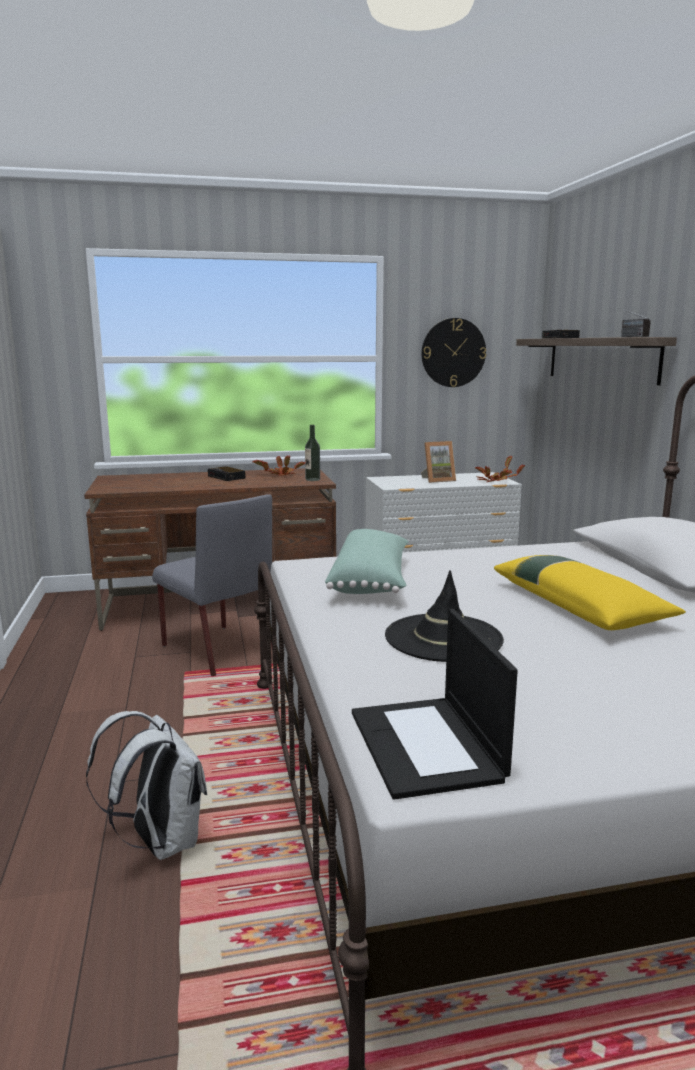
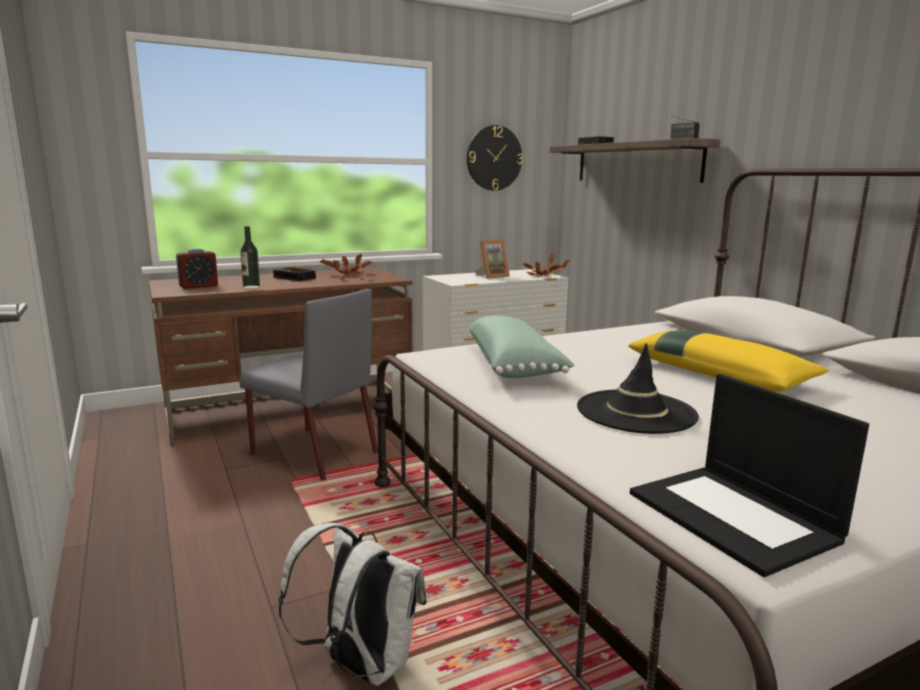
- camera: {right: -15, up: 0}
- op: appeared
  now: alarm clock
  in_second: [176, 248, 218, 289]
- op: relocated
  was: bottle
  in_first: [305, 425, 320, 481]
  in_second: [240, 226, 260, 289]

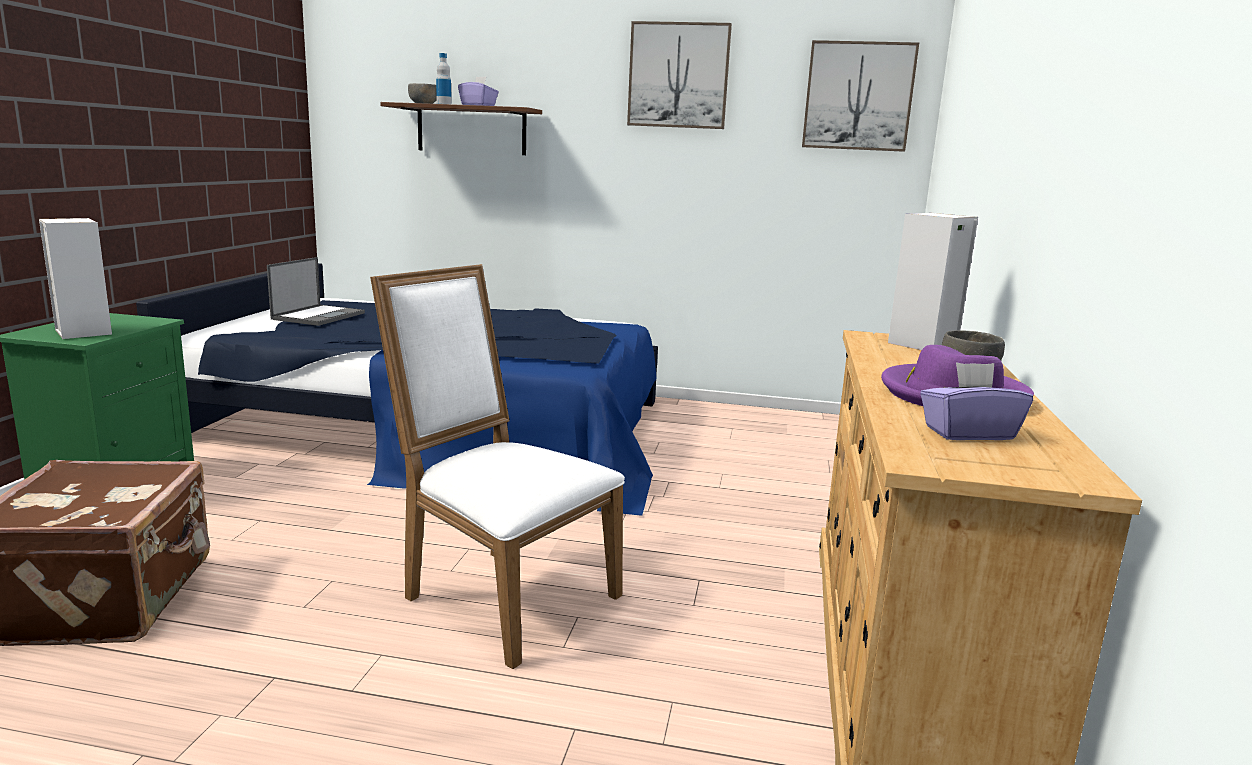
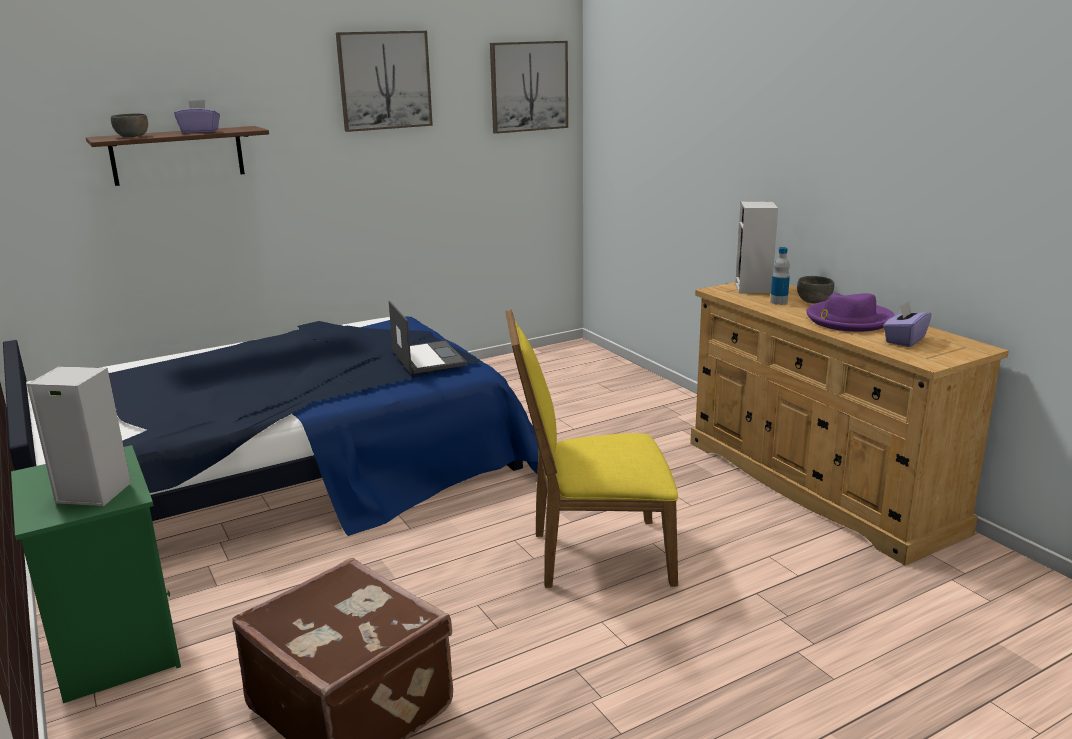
- camera: {right: -40, up: 5}
- op: relocated
  was: laptop
  in_first: [267, 257, 365, 326]
  in_second: [389, 301, 467, 374]
- op: relocated
  was: bottle
  in_first: [436, 53, 451, 104]
  in_second: [770, 247, 790, 305]
- op: colour
  was: chair (white)
  now: chair (yellow)
  in_first: [370, 264, 625, 669]
  in_second: [505, 309, 678, 588]

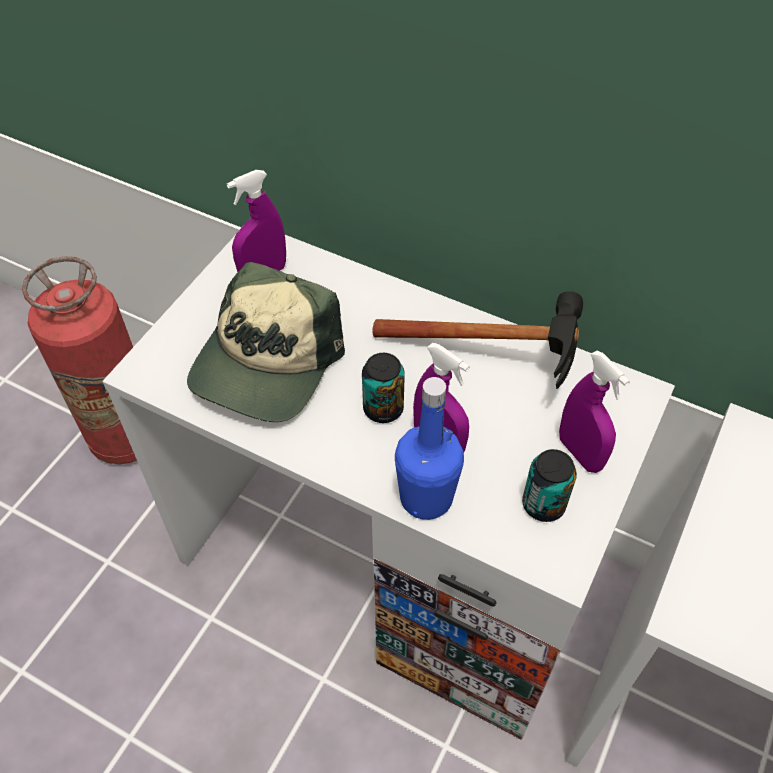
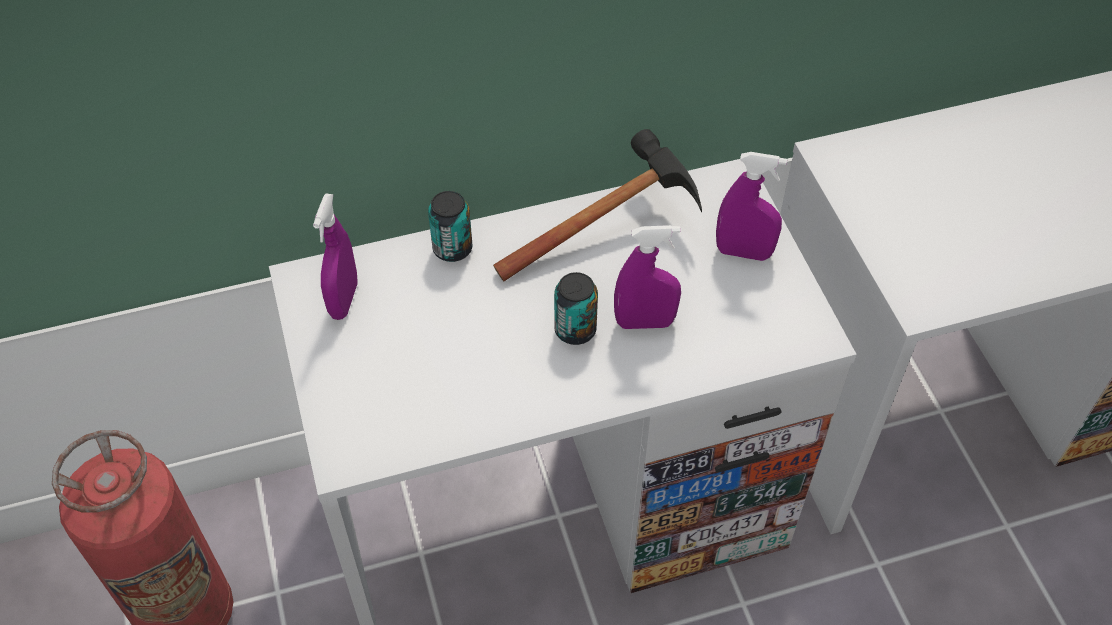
- camera: {right: -45, up: 0}
- op: missing
  was: cap
  in_first: [187, 262, 345, 422]
- op: missing
  was: bottle (blue)
  in_first: [395, 377, 464, 520]
- op: relocated
  was: can
  in_first: [522, 449, 577, 522]
  in_second: [428, 191, 473, 262]

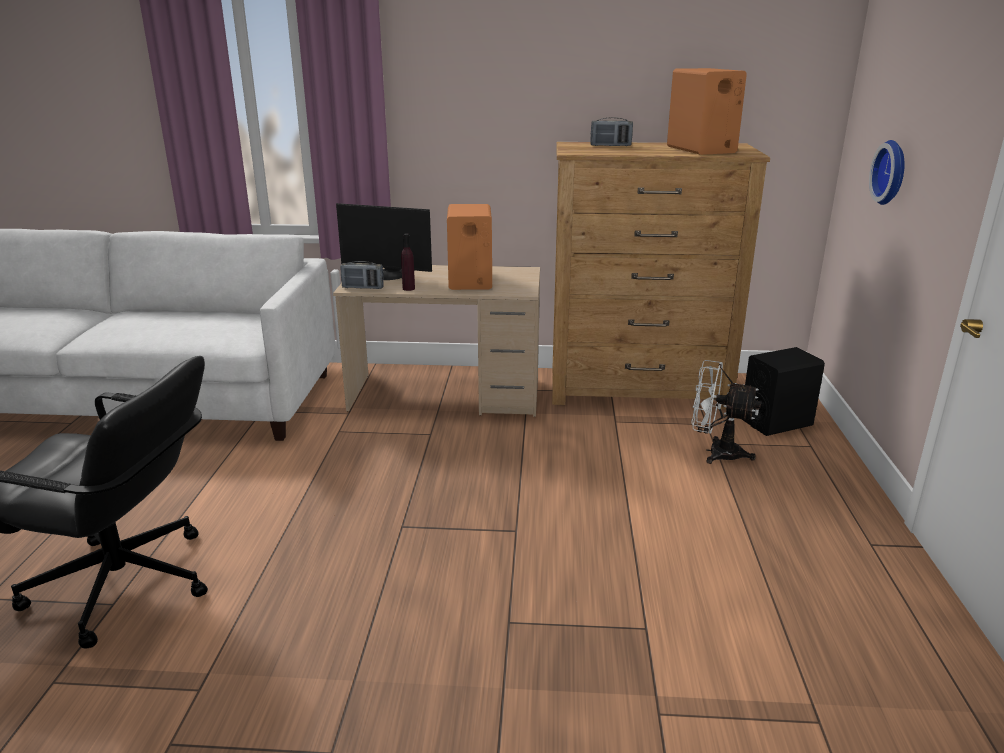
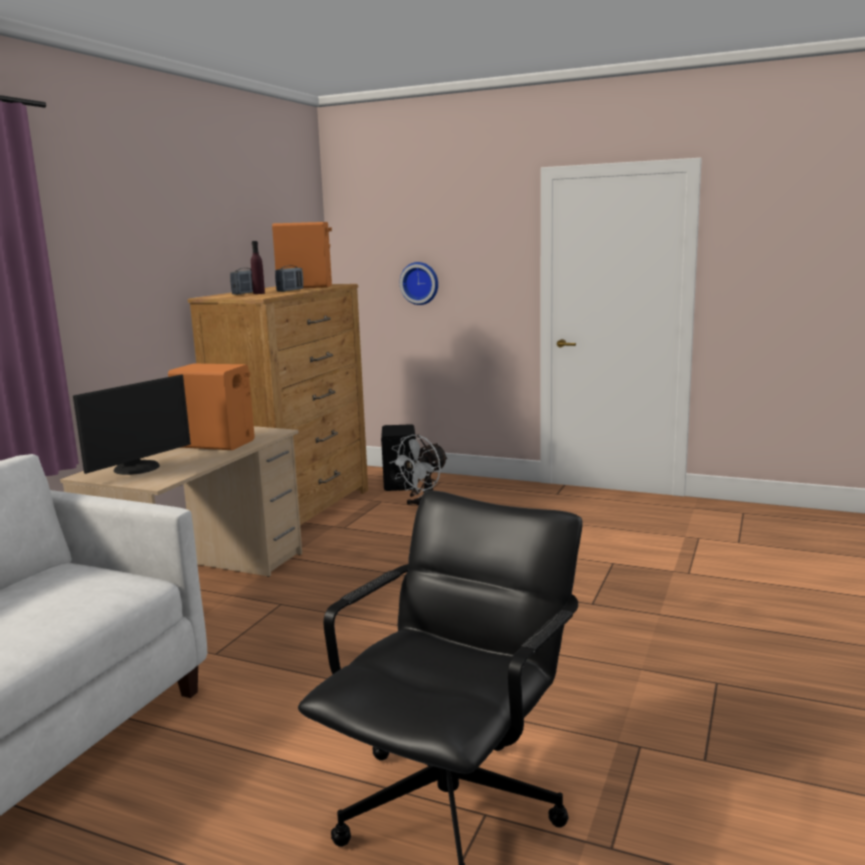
- camera: {right: -70, up: -10}
- op: relocated
  was: radio
  in_first: [340, 261, 384, 289]
  in_second: [275, 265, 303, 292]
- op: relocated
  was: bottle (purple)
  in_first: [401, 234, 415, 291]
  in_second: [251, 241, 265, 294]

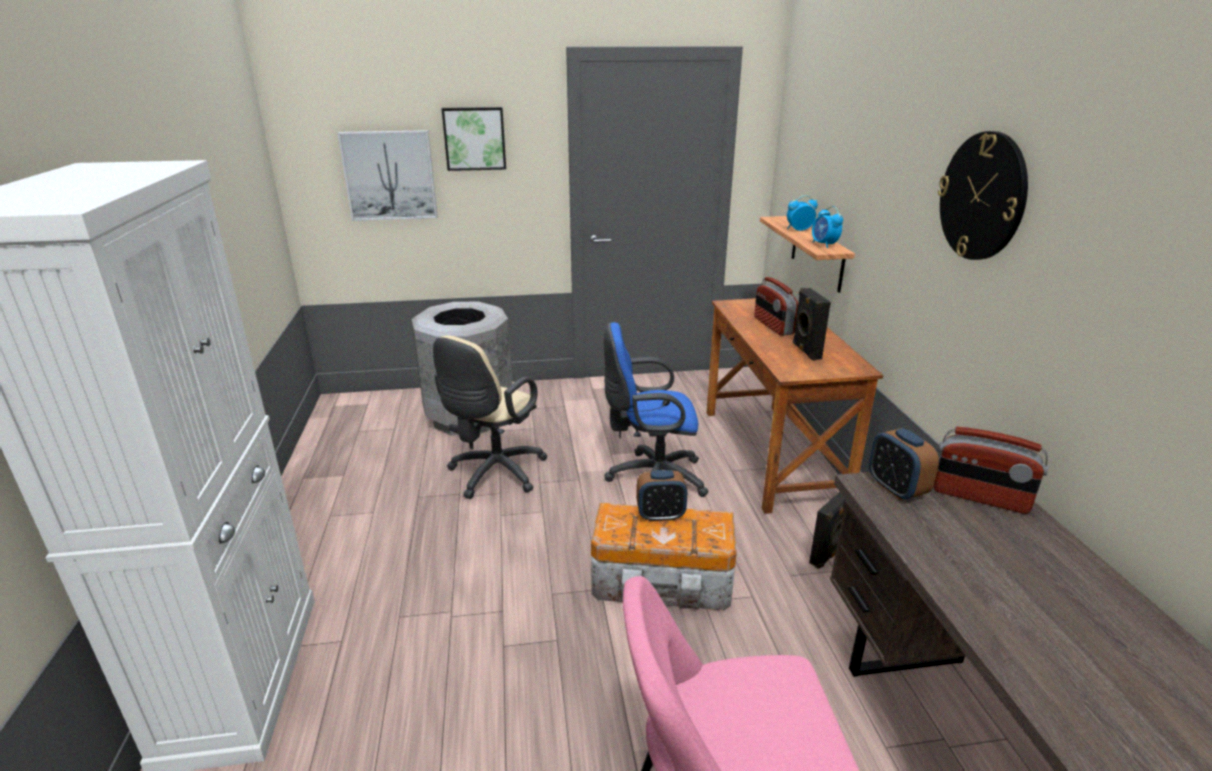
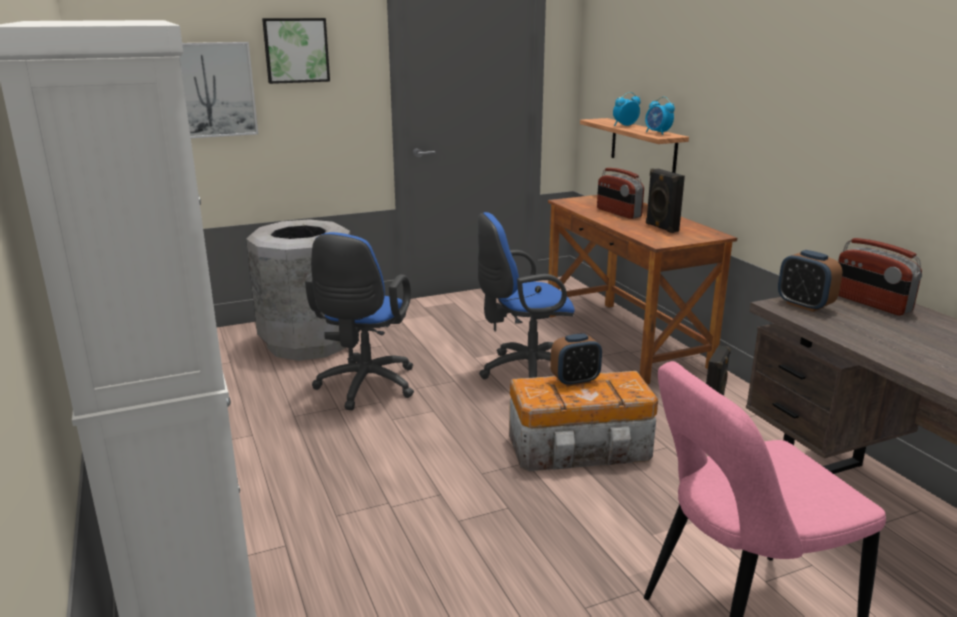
- camera: {right: -15, up: -5}
- op: missing
  was: wall clock
  in_first: [938, 131, 1028, 260]
- op: colour
  was: office chair (beige)
  now: office chair (blue)
  in_first: [433, 335, 548, 499]
  in_second: [305, 232, 414, 410]
- op: spun
  was: radio
  in_first: [934, 427, 1049, 514]
  in_second: [838, 238, 922, 316]
  clockwise: 45

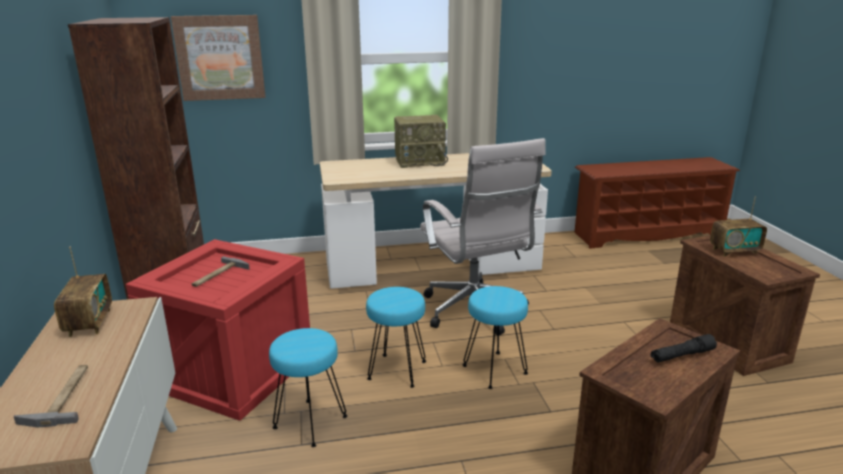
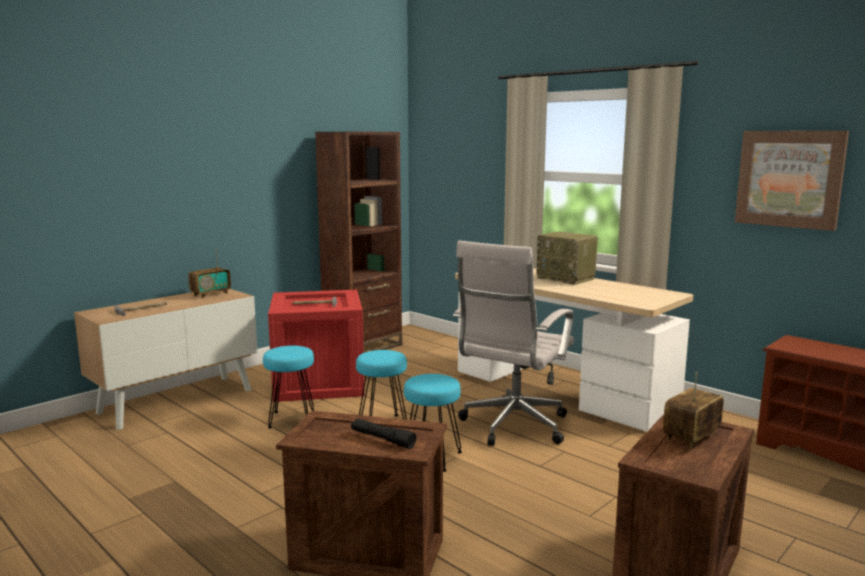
- camera: {right: 55, up: -10}
- op: relocated
  was: picture
  in_first: [171, 15, 266, 101]
  in_second: [735, 131, 849, 231]
- op: spun
  was: radio
  in_first: [710, 196, 767, 257]
  in_second: [663, 372, 724, 449]
  clockwise: 90

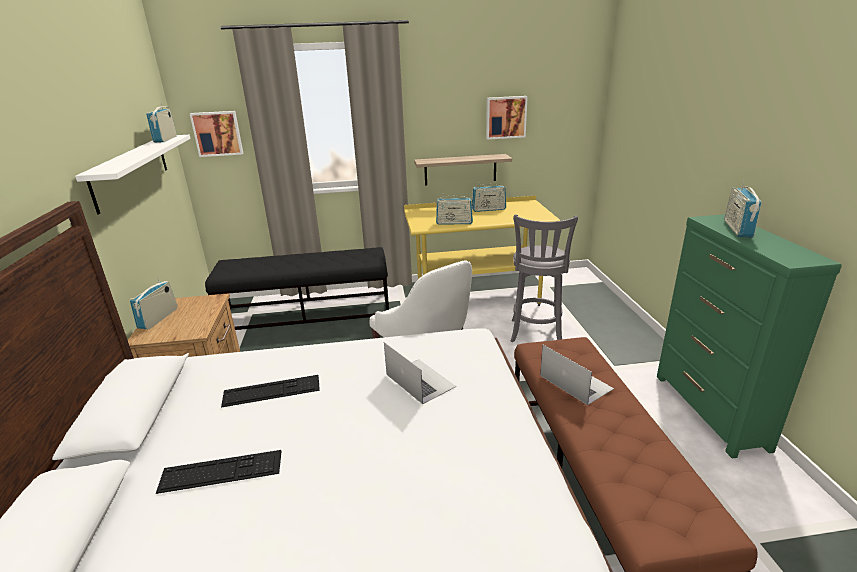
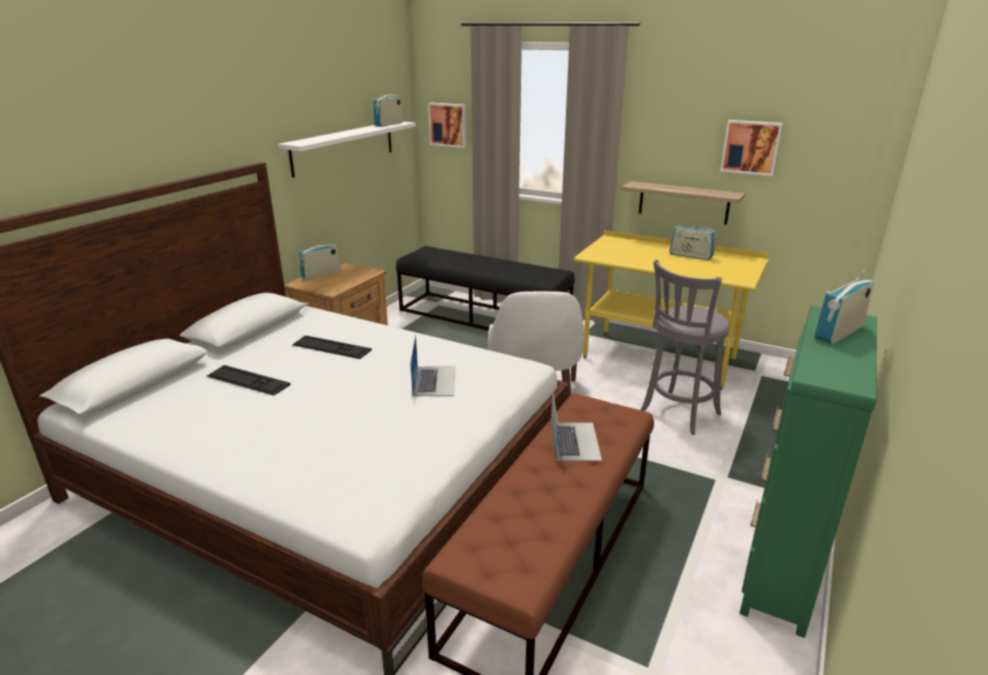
- camera: {right: 35, up: 0}
- op: missing
  was: radio
  in_first: [436, 193, 473, 225]

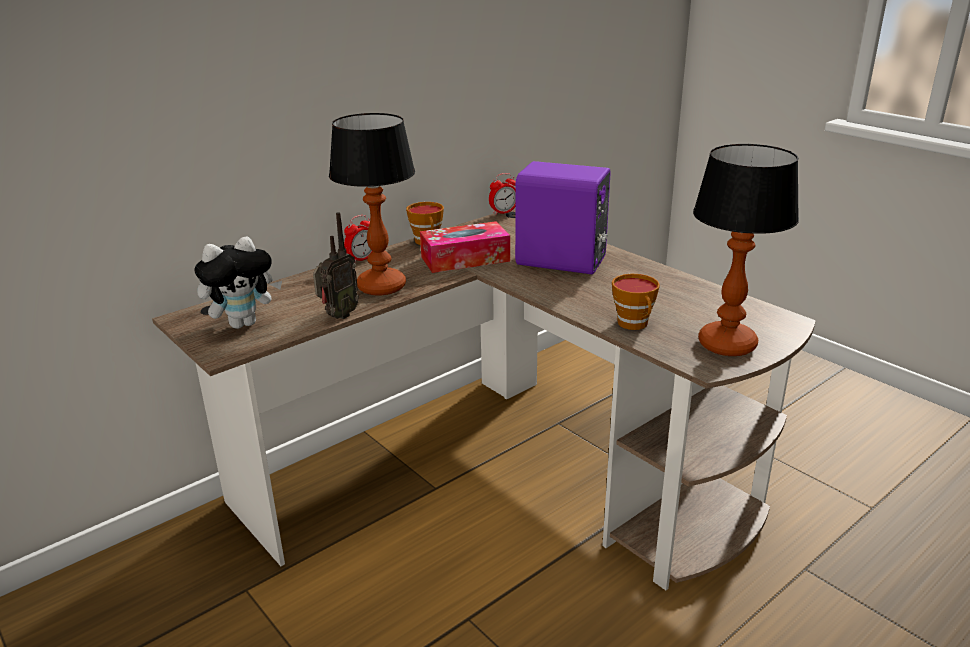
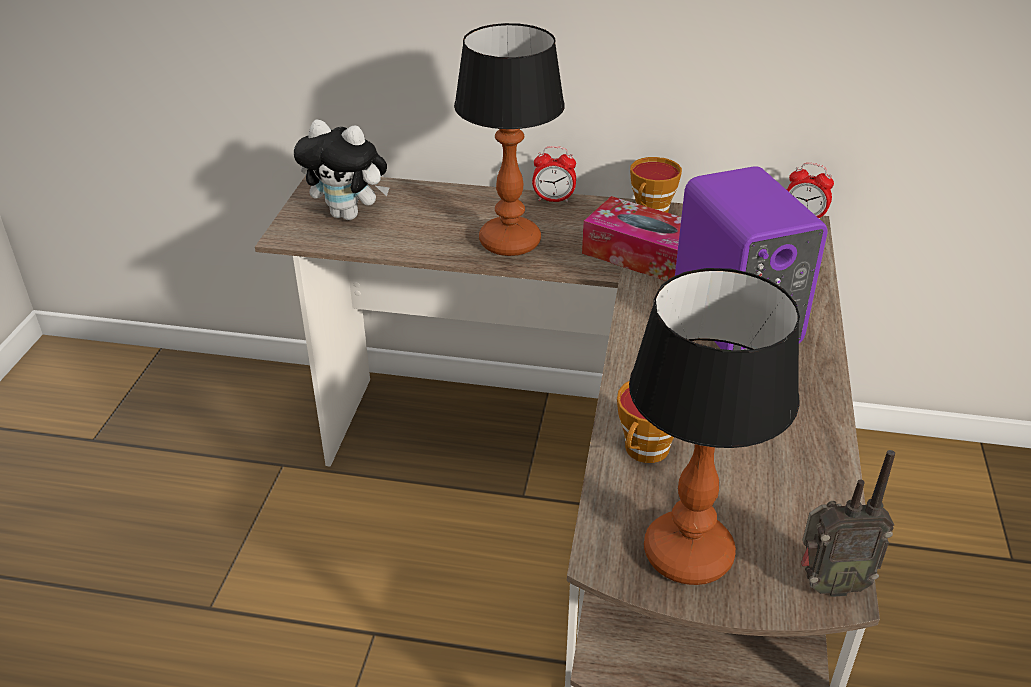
- camera: {right: 50, up: 10}
- op: relocated
  was: radio
  in_first: [313, 212, 359, 319]
  in_second: [801, 450, 895, 597]

